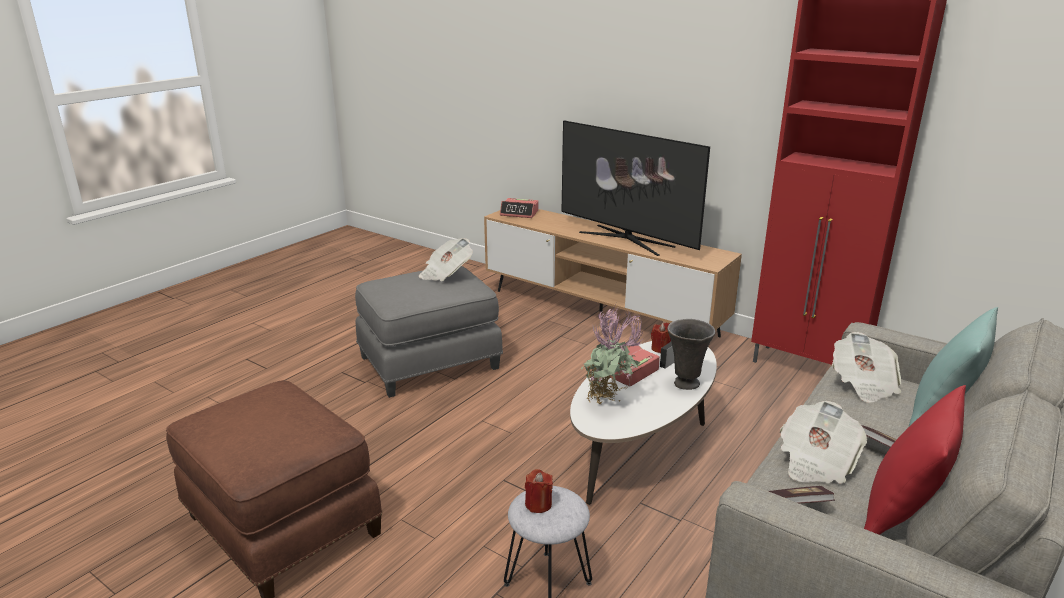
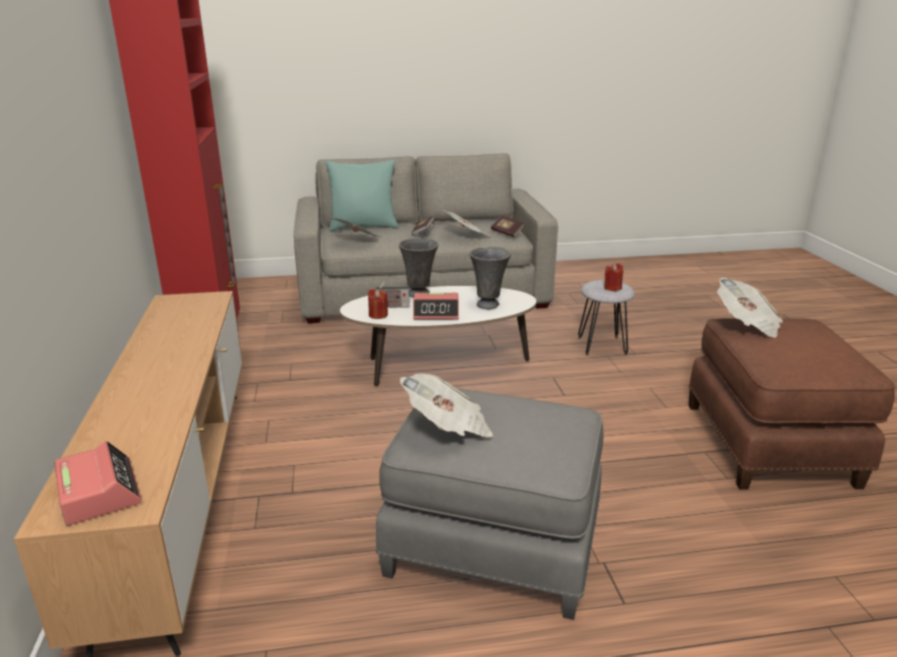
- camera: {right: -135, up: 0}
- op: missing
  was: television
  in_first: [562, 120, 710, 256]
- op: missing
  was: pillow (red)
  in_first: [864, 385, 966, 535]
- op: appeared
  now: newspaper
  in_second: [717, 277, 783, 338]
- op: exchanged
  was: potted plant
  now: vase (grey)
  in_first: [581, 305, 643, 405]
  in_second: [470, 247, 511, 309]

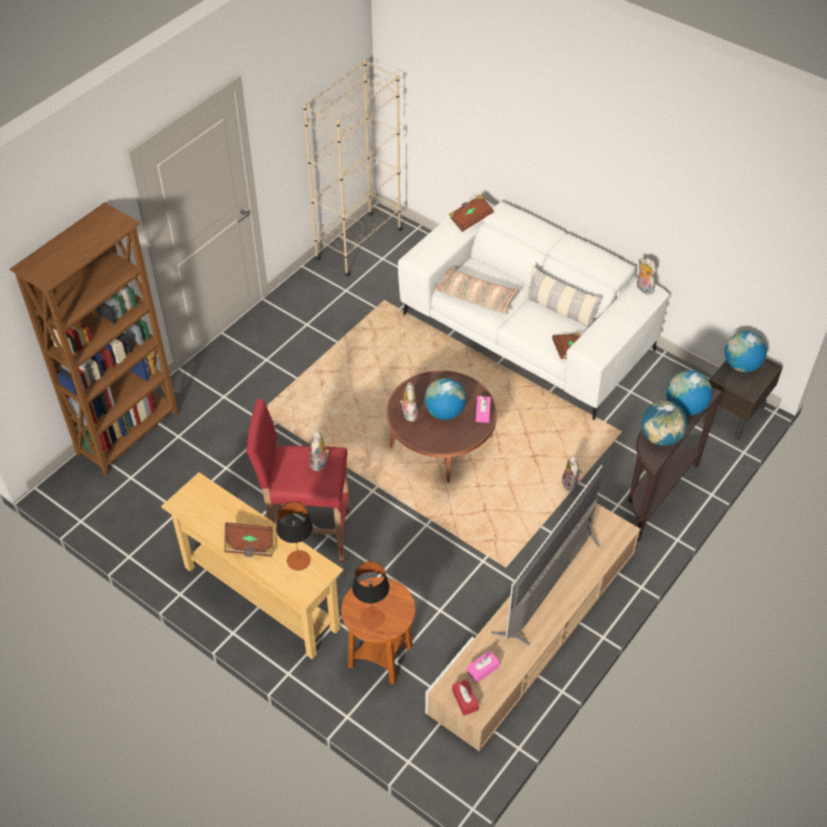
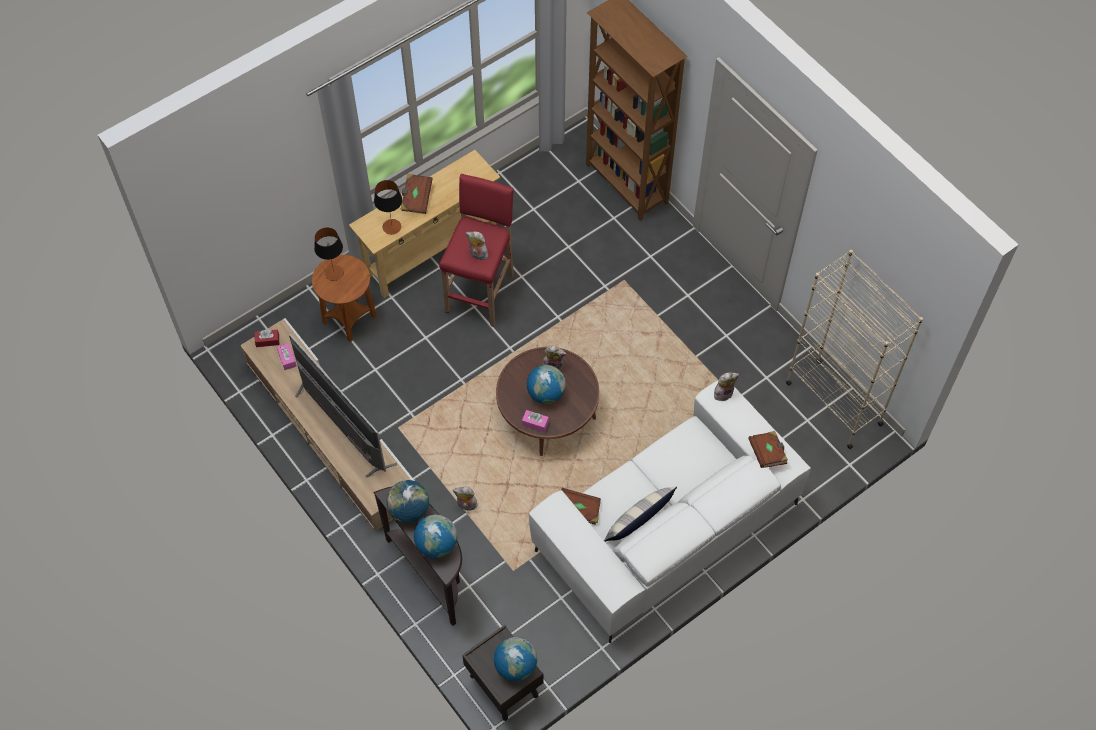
- camera: {right: 105, up: 10}
- op: missing
  was: pillow
  in_first: [433, 267, 520, 314]
- op: relocated
  was: plush toy
  in_first: [637, 258, 656, 295]
  in_second: [714, 373, 739, 401]

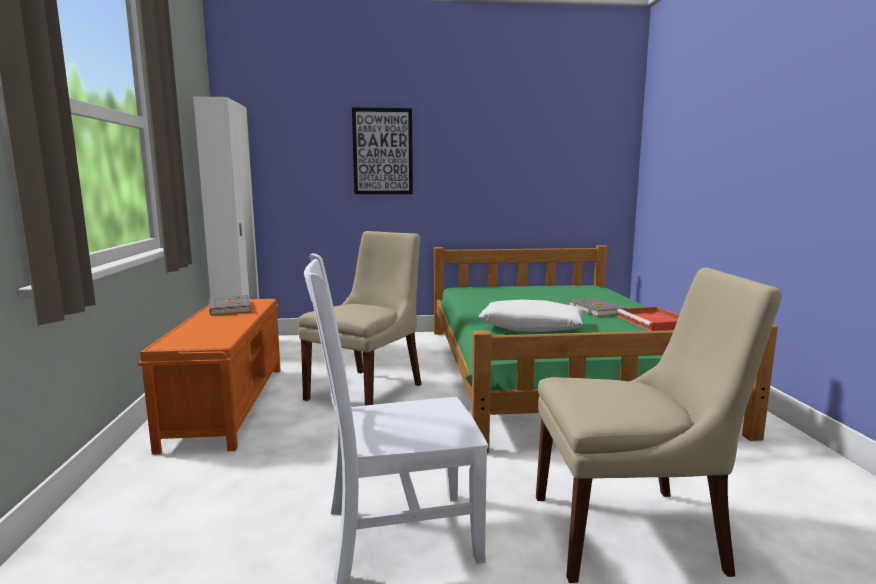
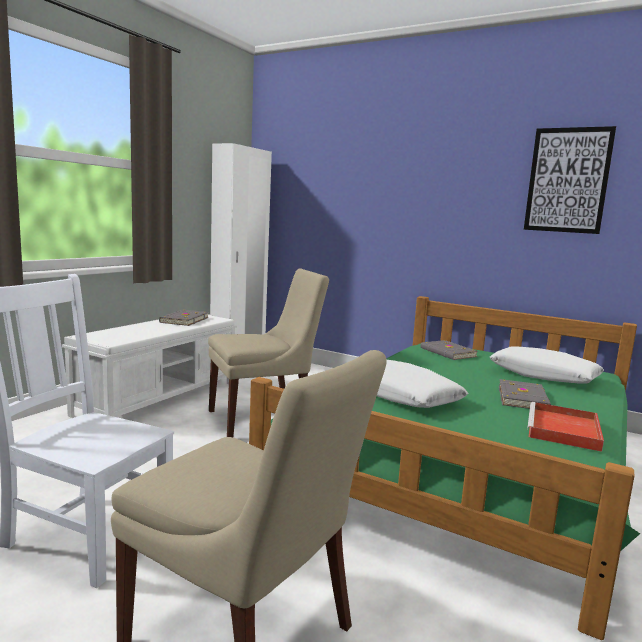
- camera: {right: 35, up: 0}
- op: appeared
  now: book (grey)
  in_second: [421, 340, 478, 360]
- op: appeared
  now: pillow (white)
  in_second: [490, 346, 604, 384]
- op: relocated
  was: picture
  in_first: [352, 107, 413, 194]
  in_second: [524, 126, 616, 234]
- op: colour
  was: bench (orange)
  now: bench (white)
  in_first: [138, 299, 280, 455]
  in_second: [62, 314, 237, 418]

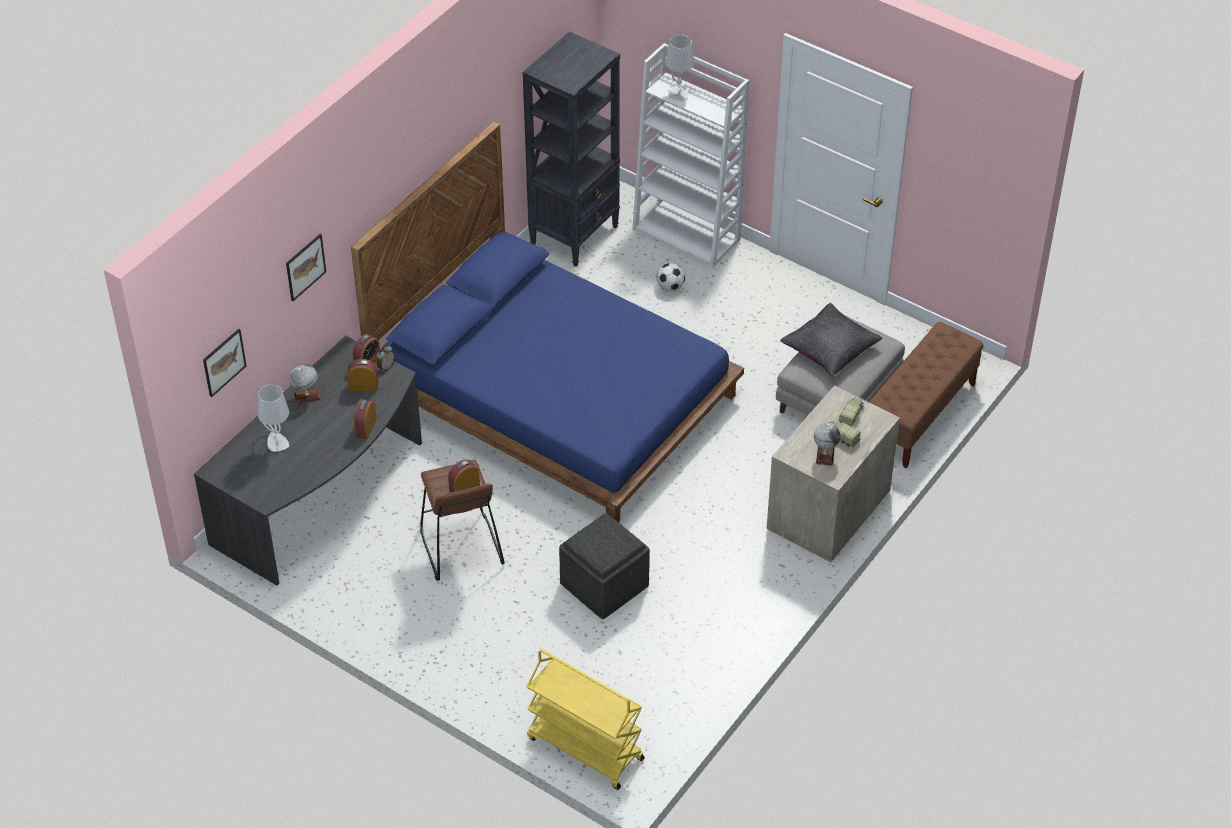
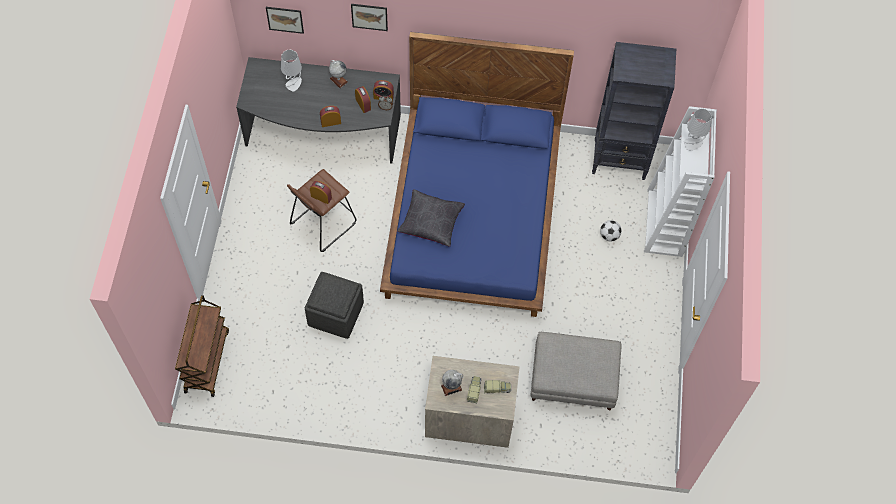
- camera: {right: 60, up: 15}
- op: missing
  was: bench (brown)
  in_first: [869, 322, 984, 468]
- op: relocated
  was: pillow (black)
  in_first: [780, 303, 882, 377]
  in_second: [397, 189, 465, 247]
- op: colour
  was: cart (yellow)
  now: cart (brown)
  in_first: [526, 649, 645, 790]
  in_second: [175, 295, 229, 397]

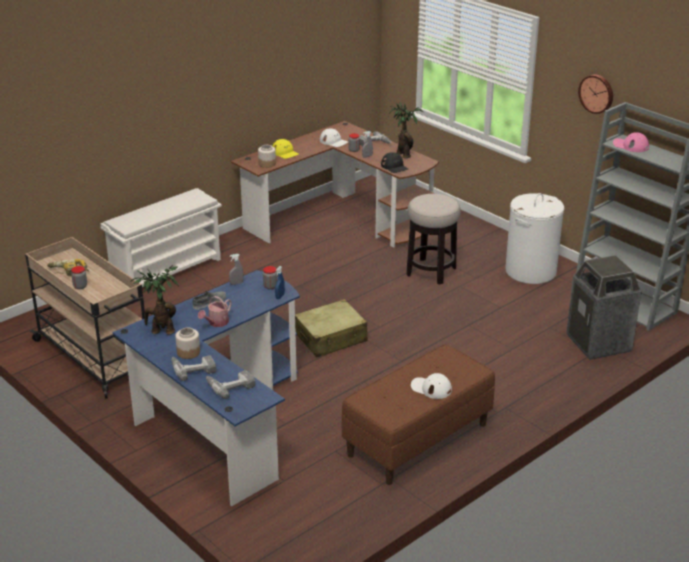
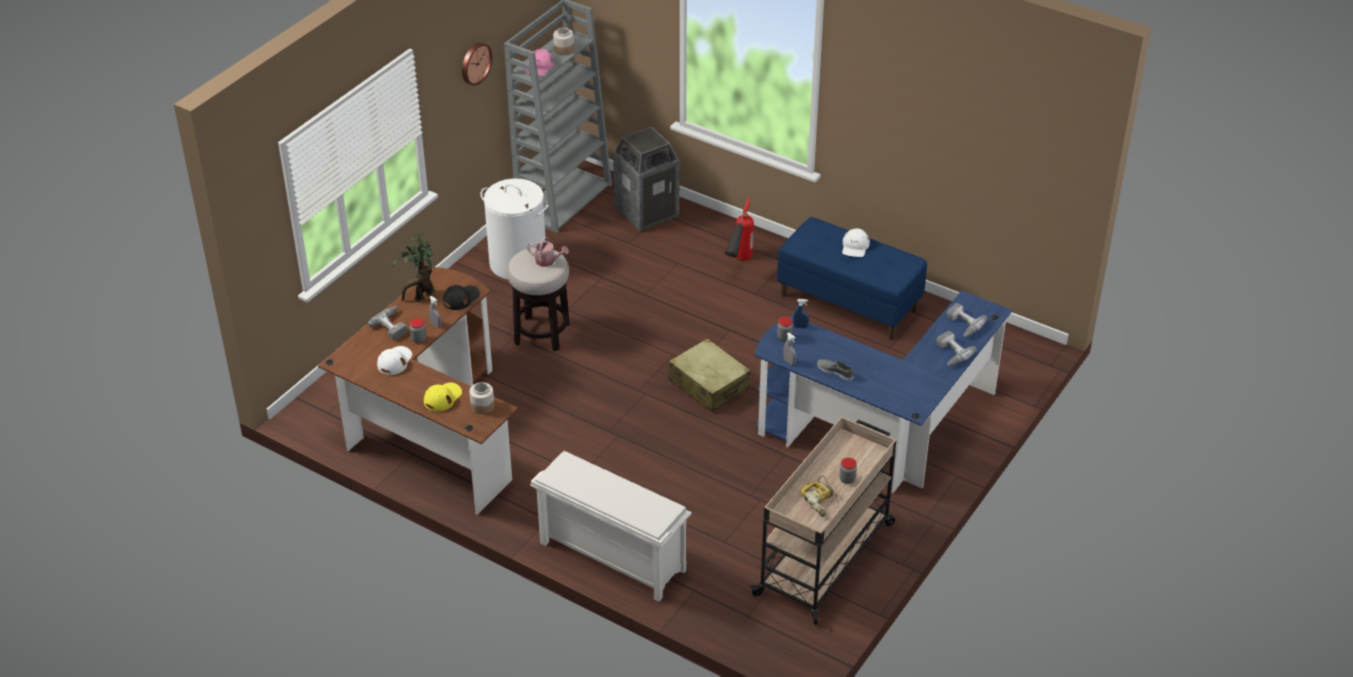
- camera: {right: -105, up: 10}
- op: missing
  was: potted plant
  in_first: [130, 265, 179, 335]
- op: appeared
  now: fire extinguisher
  in_second: [725, 197, 754, 261]
- op: relocated
  was: jar
  in_first: [175, 328, 200, 359]
  in_second: [553, 28, 574, 55]
- op: relocated
  was: watering can
  in_first: [198, 296, 231, 327]
  in_second: [527, 237, 569, 267]
- op: colour
  was: bench (brown)
  now: bench (blue)
  in_first: [341, 344, 495, 485]
  in_second: [777, 217, 927, 340]

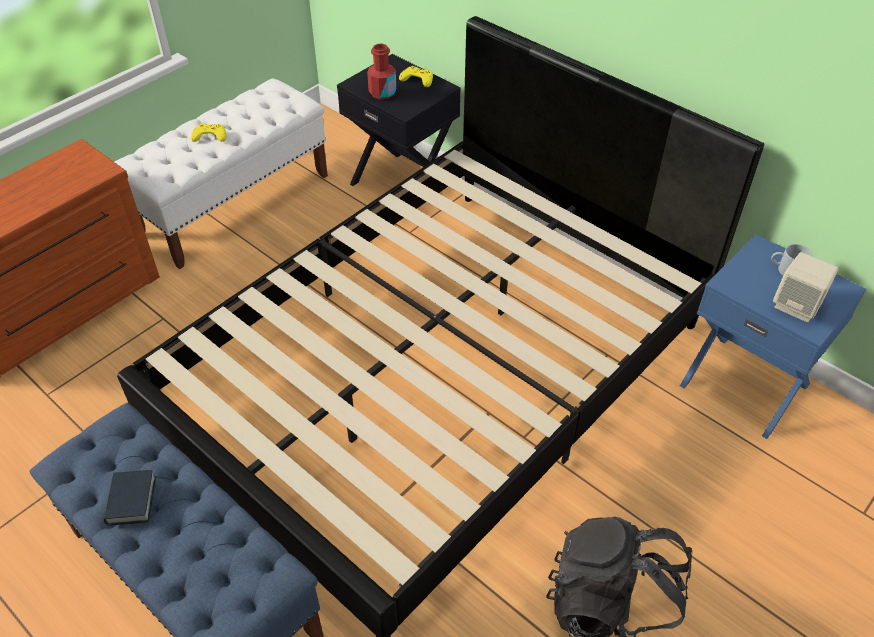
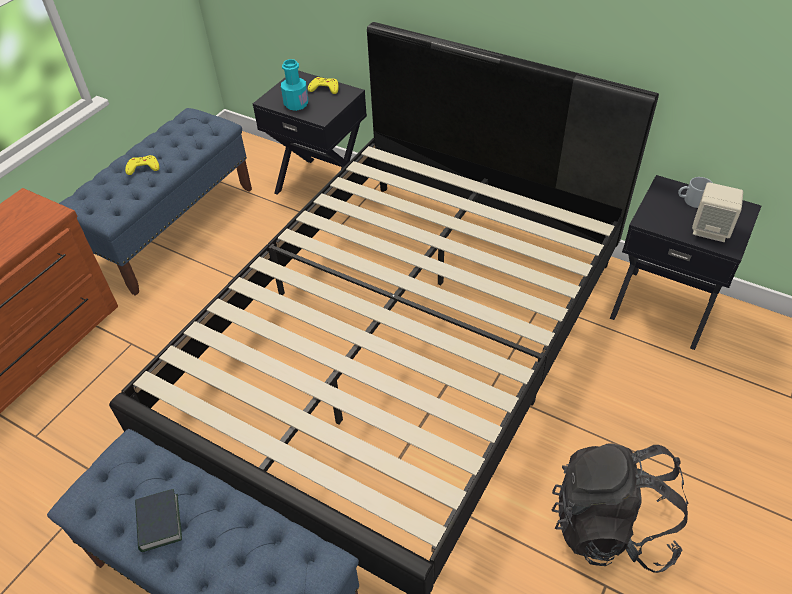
- camera: {right: -10, up: 0}
- op: colour
  was: bench (white)
  now: bench (blue)
  in_first: [115, 78, 328, 269]
  in_second: [59, 108, 252, 296]
- op: colour
  was: bottle (red)
  now: bottle (turquoise)
  in_first: [367, 43, 396, 100]
  in_second: [281, 59, 308, 111]
- op: colour
  was: nightstand (blue)
  now: nightstand (black)
  in_first: [680, 234, 866, 439]
  in_second: [610, 175, 761, 350]

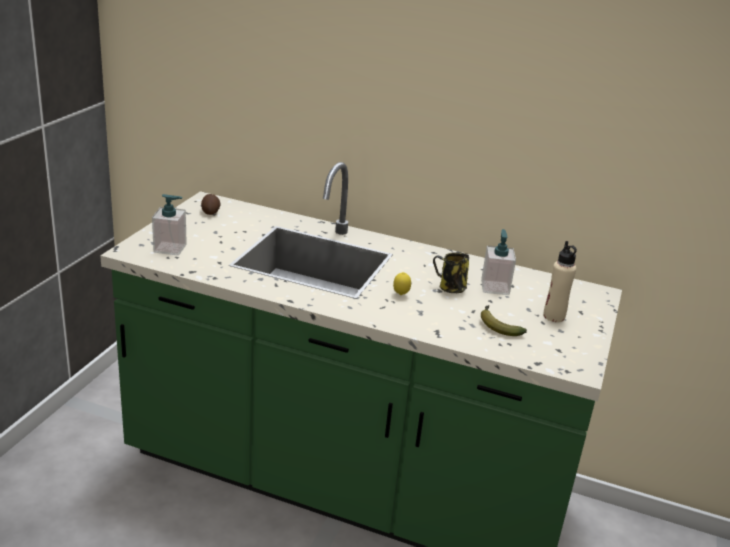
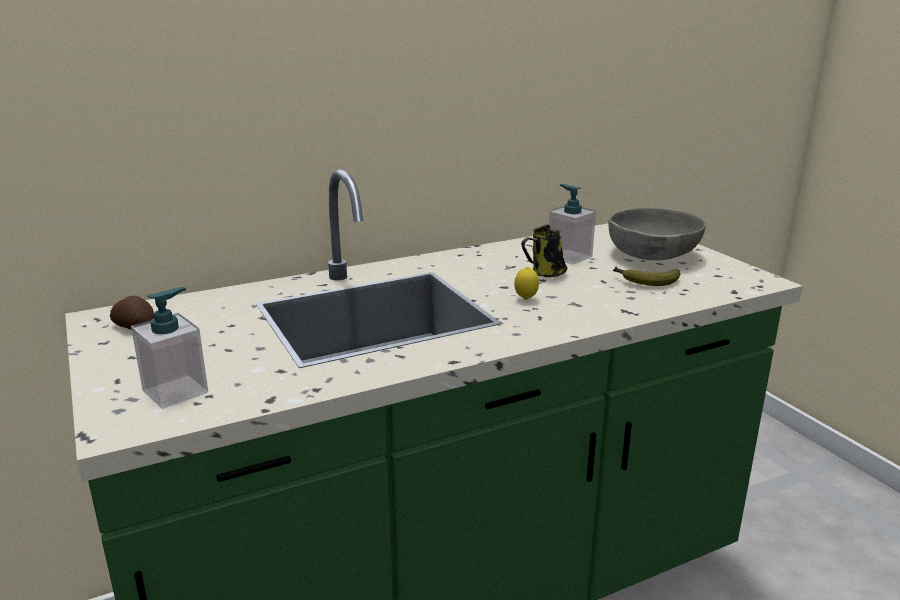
- camera: {right: -45, up: -5}
- op: exchanged
  was: bottle (beige)
  now: bowl (grey)
  in_first: [543, 241, 577, 322]
  in_second: [608, 208, 706, 260]

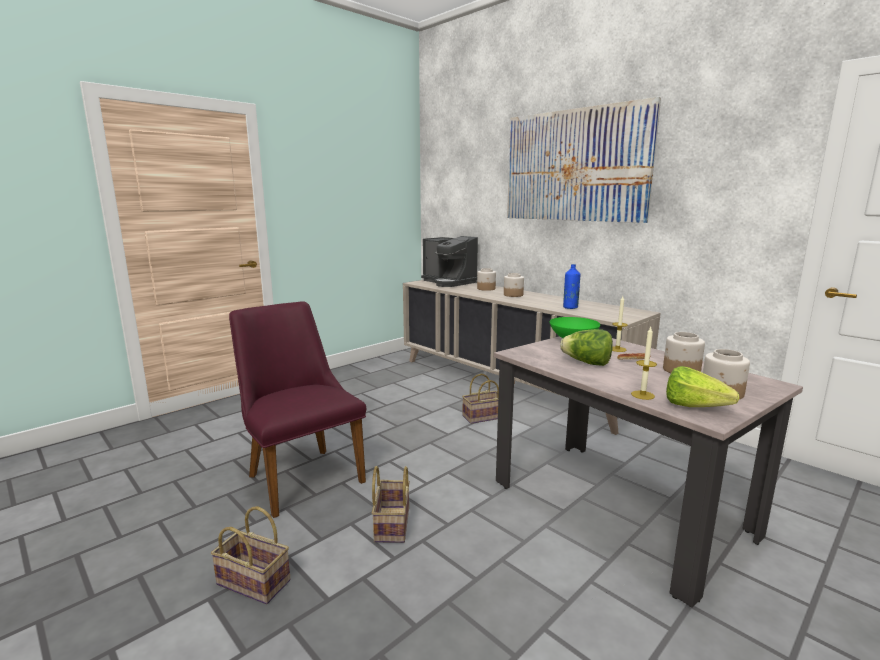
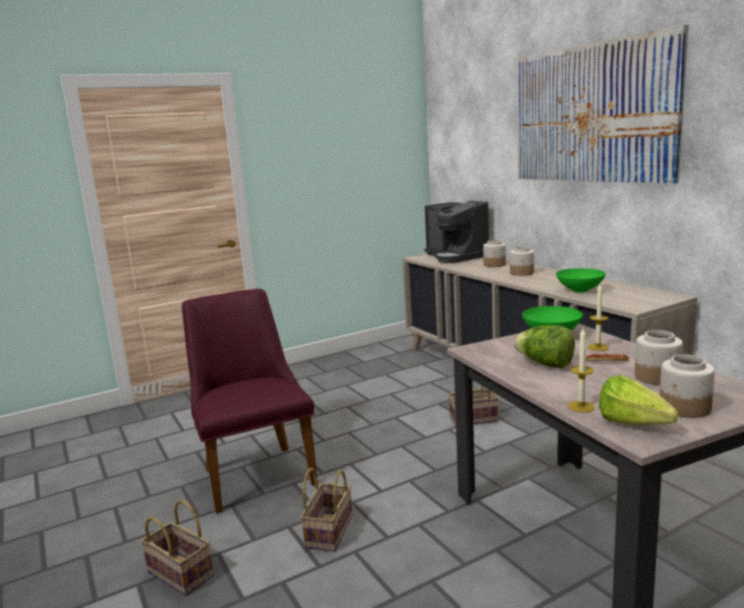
- camera: {right: 15, up: 0}
- op: exchanged
  was: bottle (blue)
  now: bowl (green)
  in_first: [563, 264, 580, 309]
  in_second: [556, 268, 606, 292]

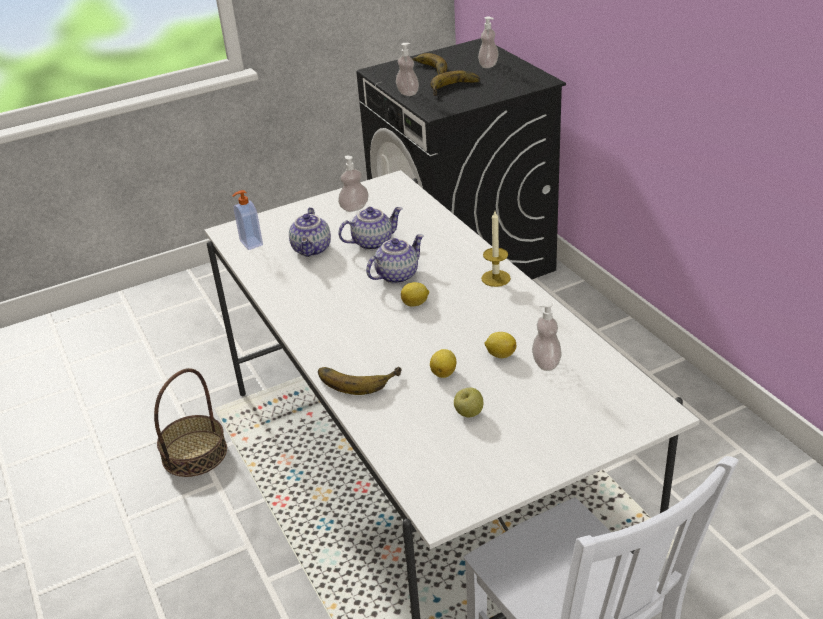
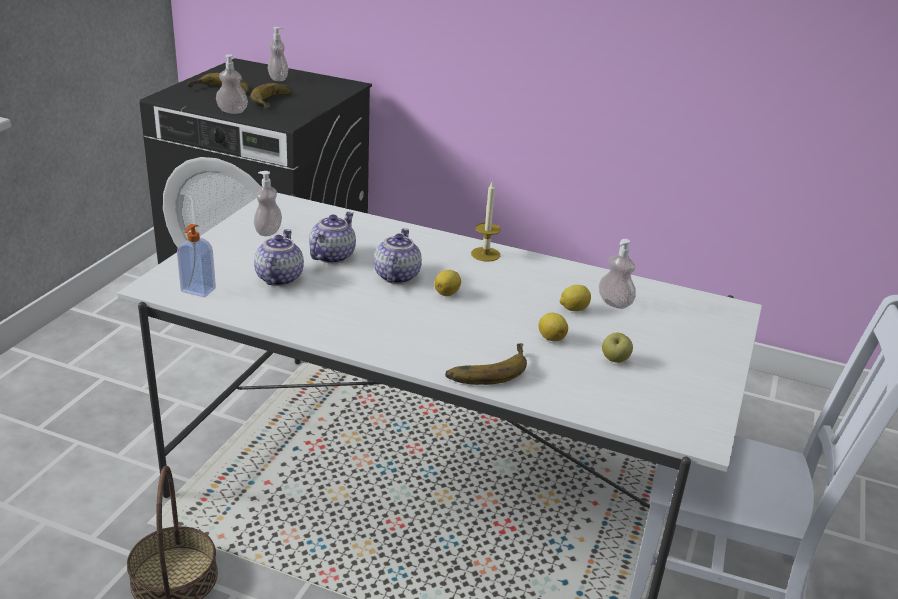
- camera: {right: -45, up: -5}
- op: spun
  was: teapot
  in_first: [289, 207, 331, 257]
  in_second: [254, 229, 304, 286]
  clockwise: -135

